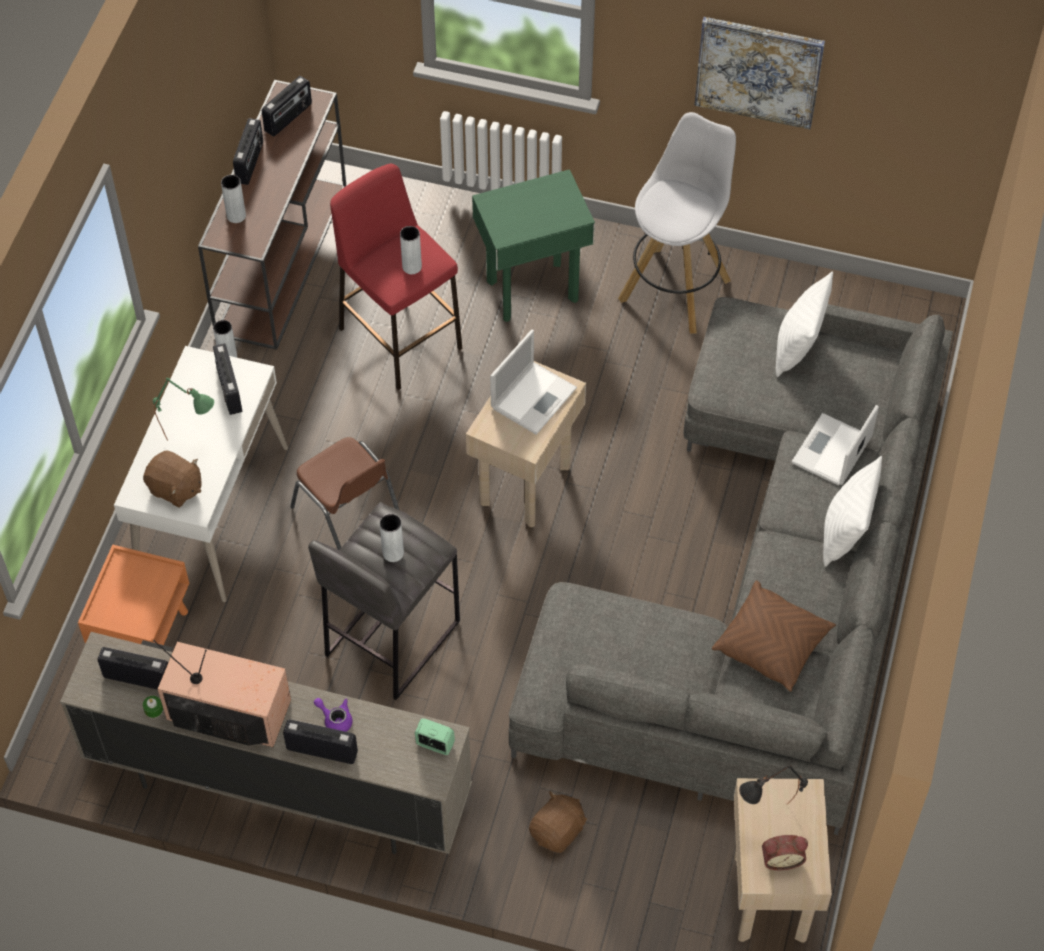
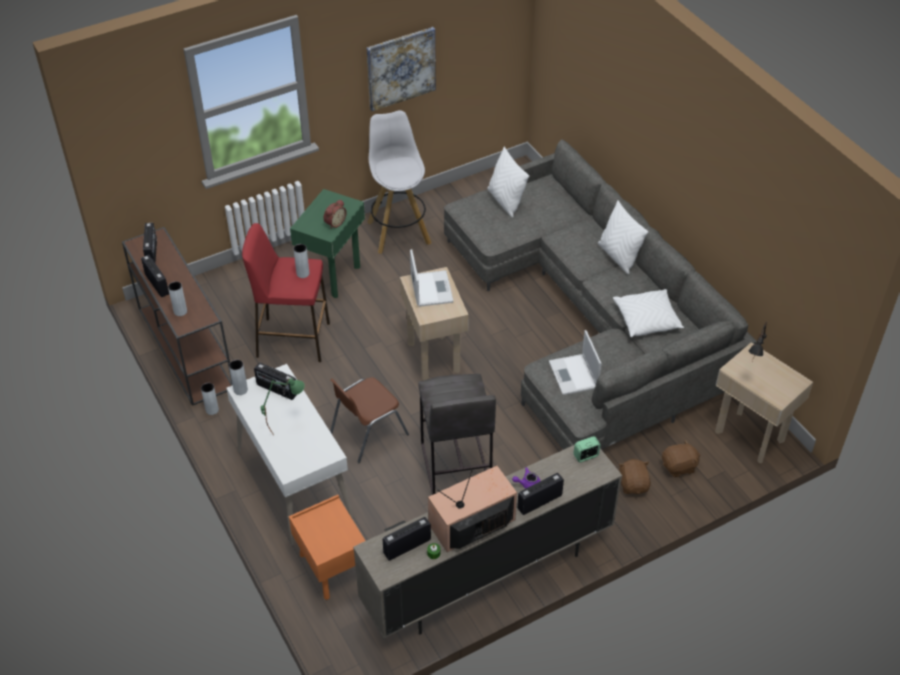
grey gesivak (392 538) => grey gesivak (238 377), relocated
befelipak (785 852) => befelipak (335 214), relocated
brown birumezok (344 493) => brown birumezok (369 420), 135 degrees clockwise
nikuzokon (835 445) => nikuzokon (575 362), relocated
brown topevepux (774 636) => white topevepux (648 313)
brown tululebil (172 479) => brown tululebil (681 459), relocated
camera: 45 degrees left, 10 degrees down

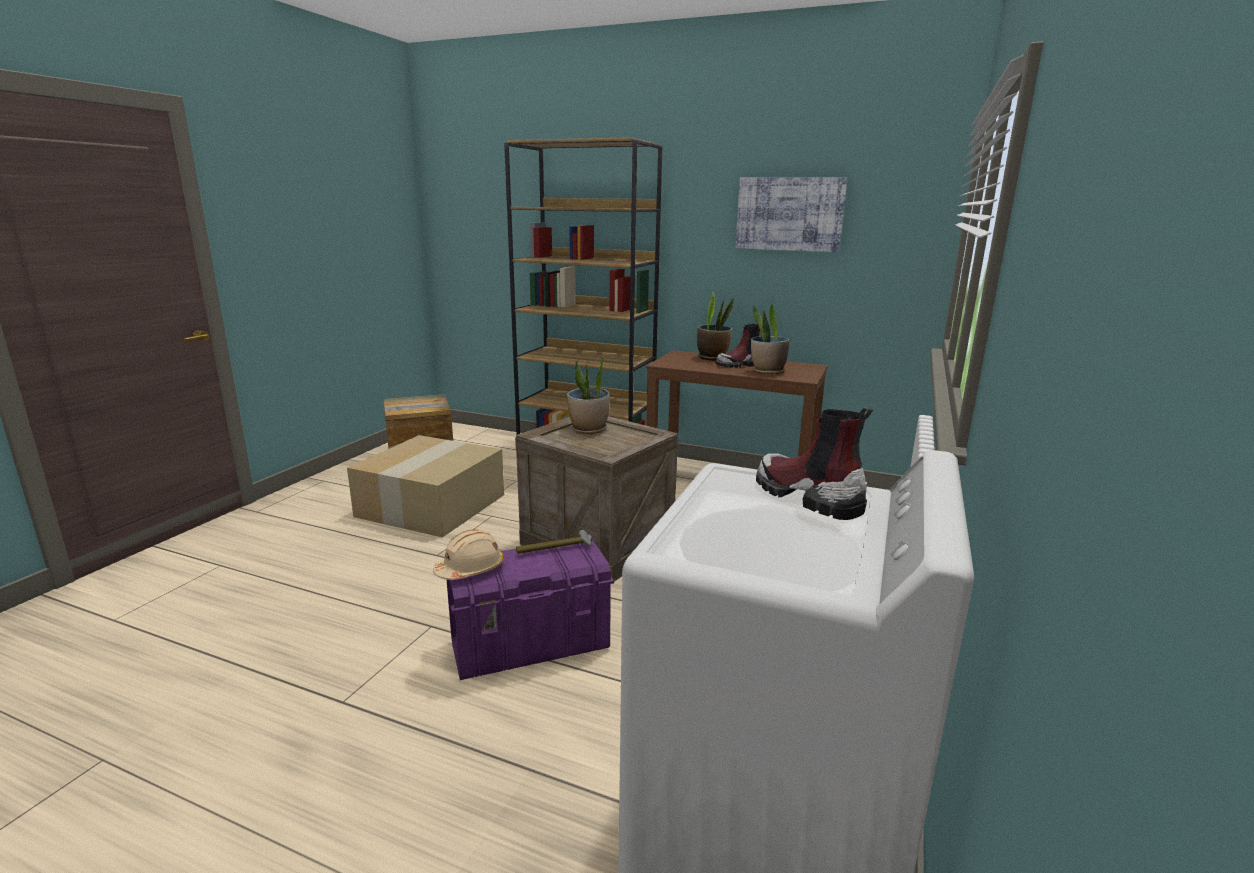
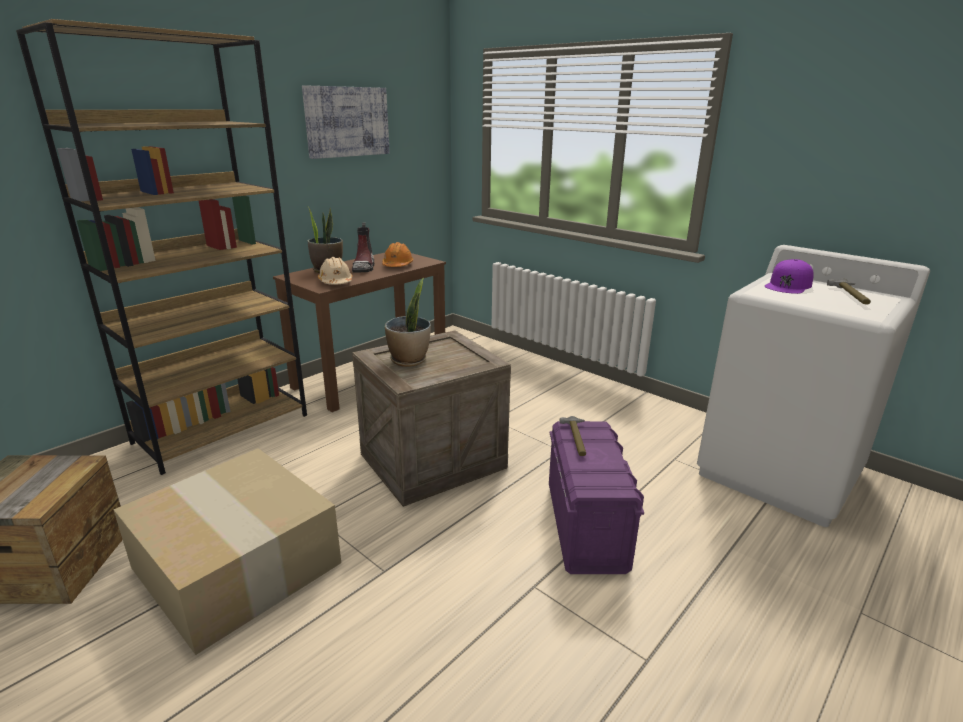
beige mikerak (468 555) => beige mikerak (335 271), relocated
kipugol (770 339) => orange mikerak (397 254)
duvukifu (814 463) => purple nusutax (789 276)
nothing => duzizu (849 291)
camera: 70 degrees left, 5 degrees up

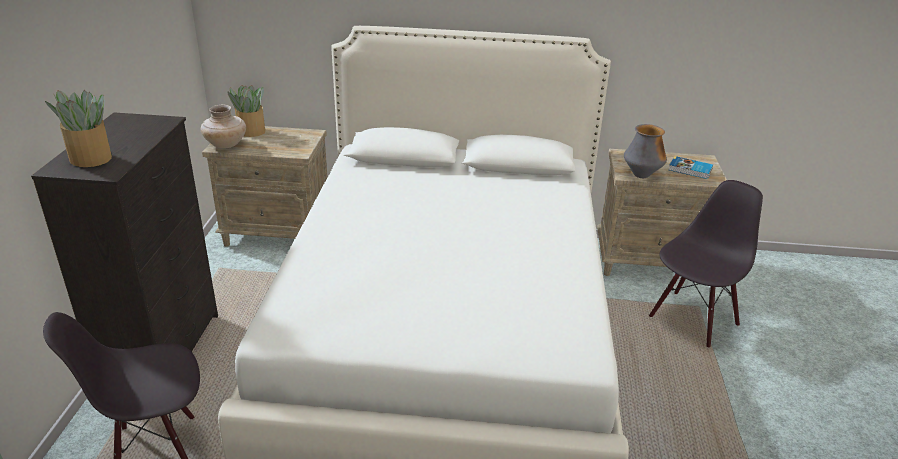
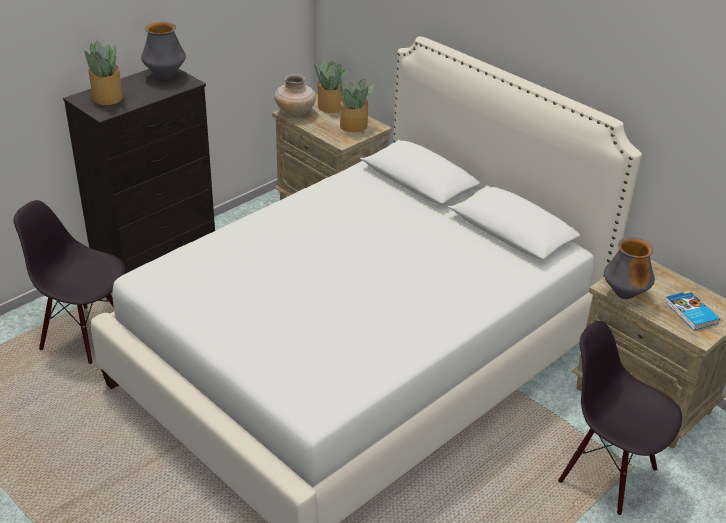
nothing => gesivak (163 51)
nothing => kipugol (357 105)
black birumezok (706 264) => black birumezok (620 418), 135 degrees counterclockwise
camera: 40 degrees right, 5 degrees up

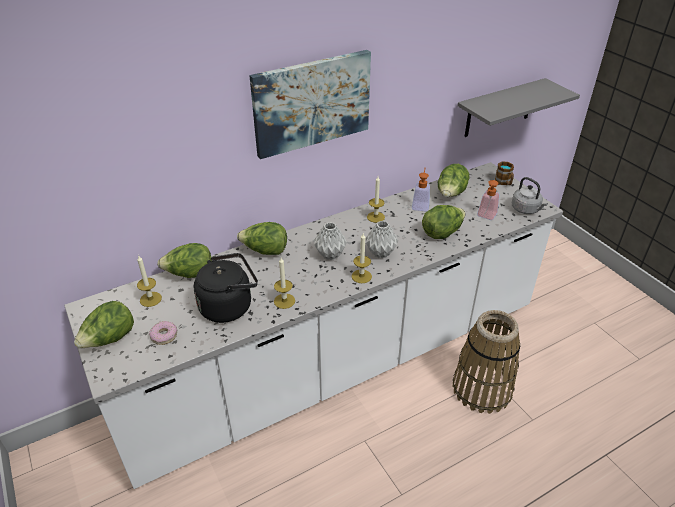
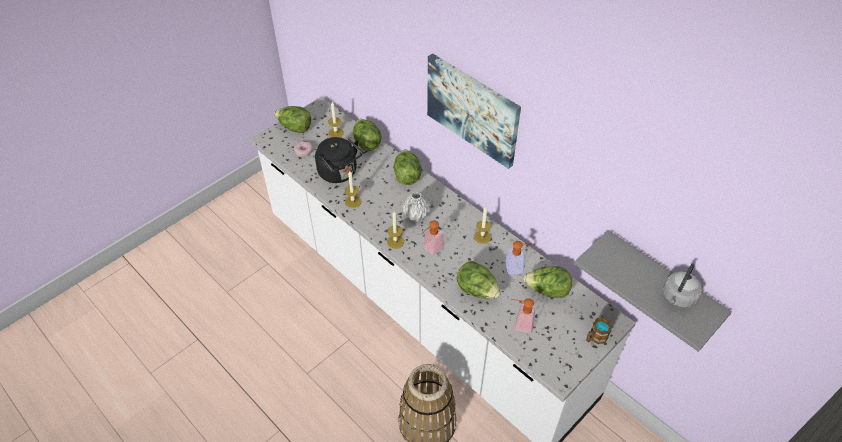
grey gesivak (382 239) => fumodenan (433 237)
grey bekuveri (530 195) => grey bekuveri (683 285), relocated
camera: 75 degrees right, 10 degrees up

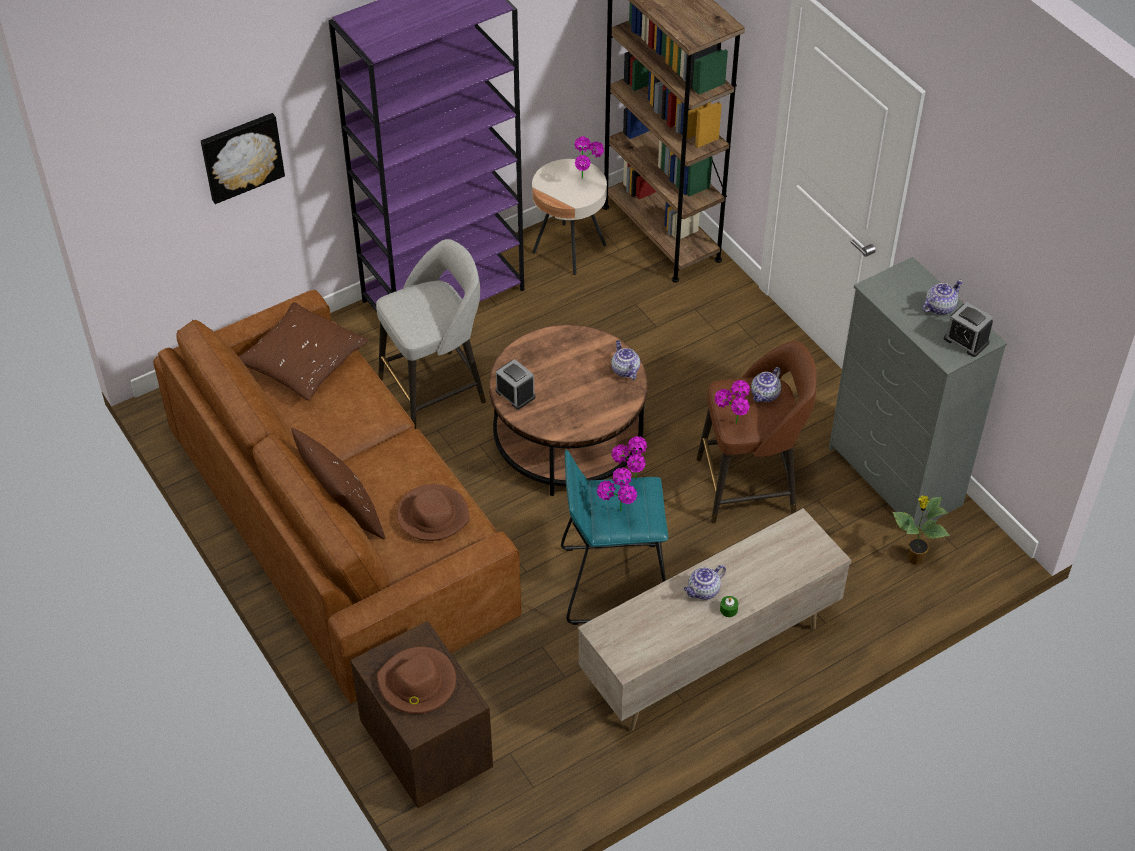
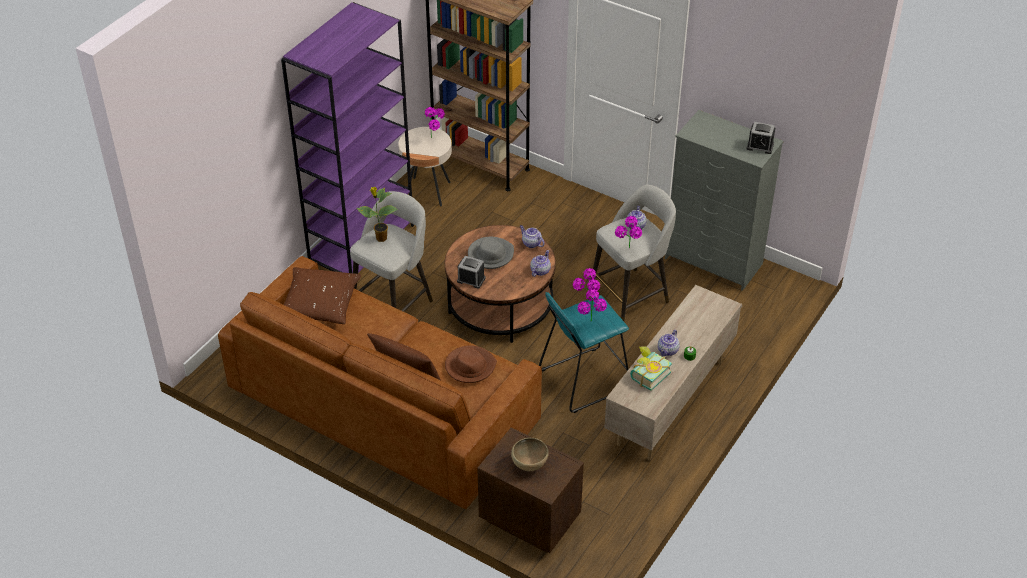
kipugol (921 530) => kipugol (377 214), relocated
nothing => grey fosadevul (491 253)
brown fosadevul (416 680) => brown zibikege (530 454)
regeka (942 297) => regeka (540 263), relocated
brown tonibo (756 432) => grey tonibo (633 253)
nothing => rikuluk (651 368)
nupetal (243 158) => nothing
camera: 25 degrees left, 5 degrees down

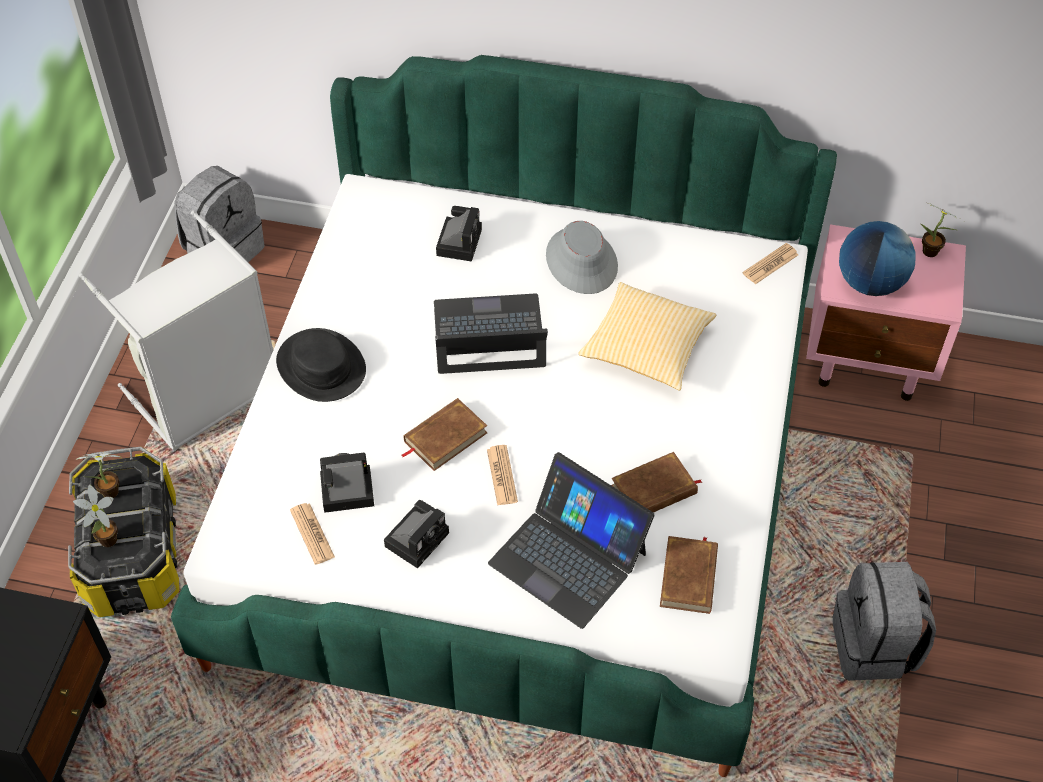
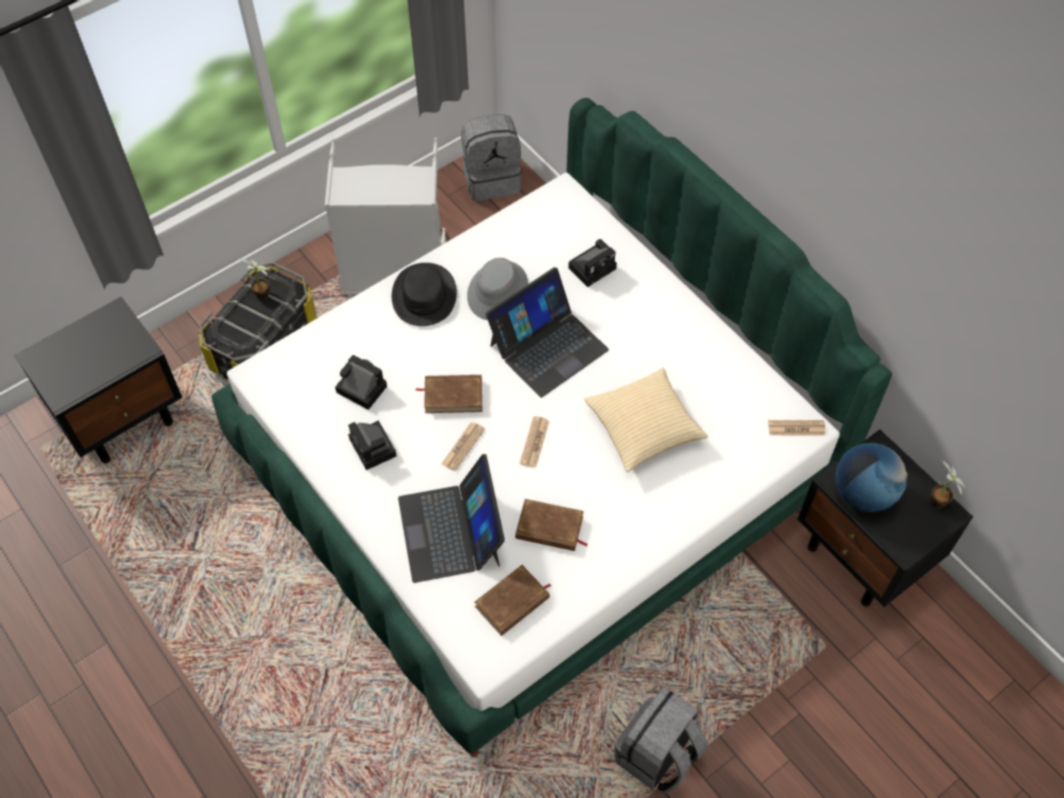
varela (416 534) => varela (372 445), 75 degrees clockwise
grey fosadevul (582 257) => grey fosadevul (497 289), relocated
nikuzokon (491 333) => nikuzokon (547 332), 105 degrees clockwise
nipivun (312 534) => nipivun (534 442), relocated
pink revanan (886 312) => black revanan (885 518)
kipugol (95 515) => nothing
camera: 40 degrees right, 5 degrees up

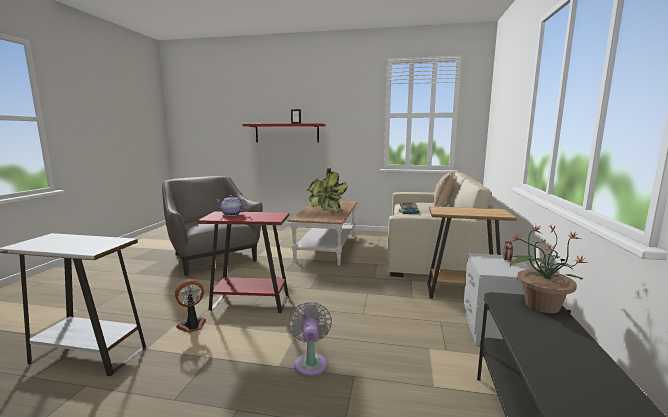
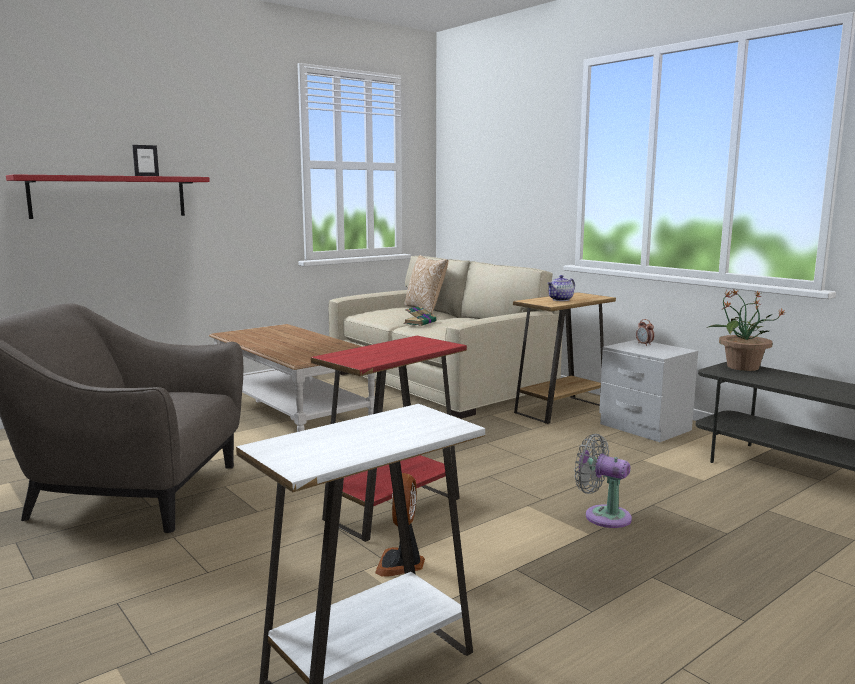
regeka (231 205) => regeka (561 288), relocated
kipugol (327 189) => nothing
camera: 50 degrees left, 0 degrees up

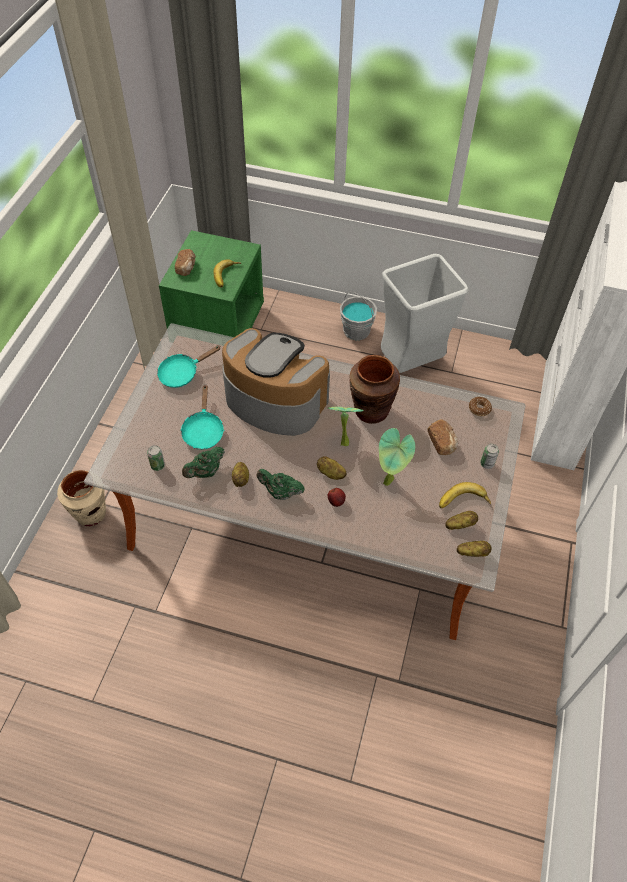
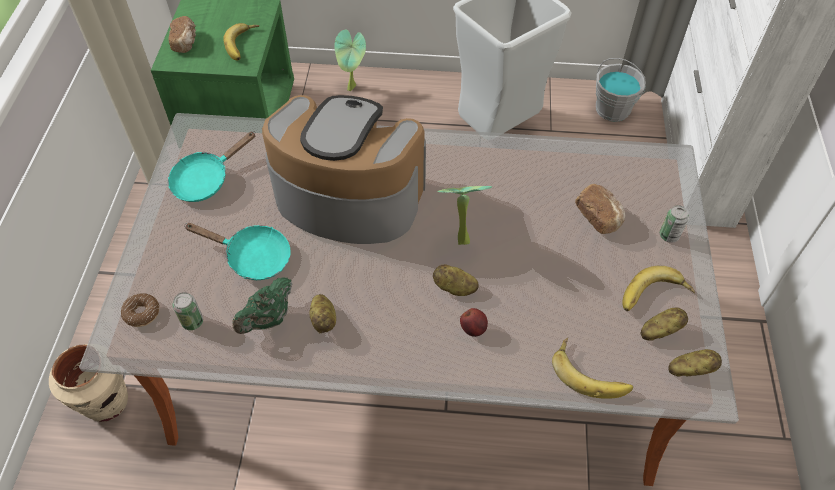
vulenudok (480 406) => vulenudok (140 310), relocated
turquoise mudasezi (202 417) => turquoise mudasezi (237 251), 60 degrees counterclockwise
kipugol (397 457) => kipugol (350 60), relocated
nothing => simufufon (592 368)
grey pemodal (358 316) => grey pemodal (621 90), relocated
green regeka (281 484) => nothing
brown gesivak (374 389) => nothing
camera: 10 degrees left, 0 degrees up

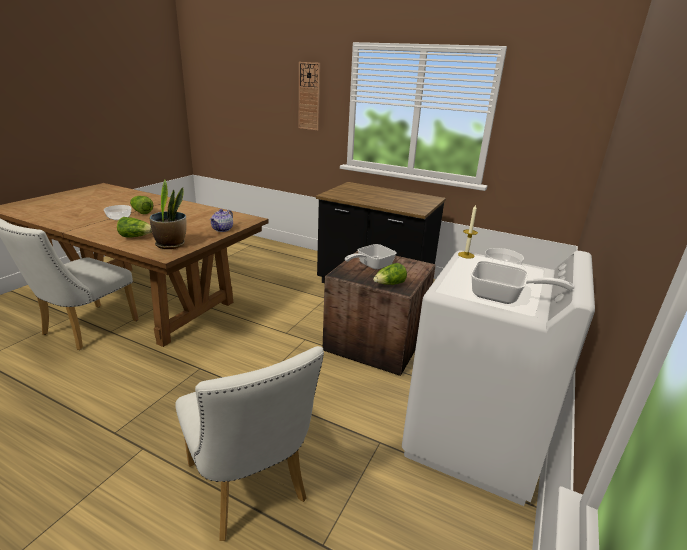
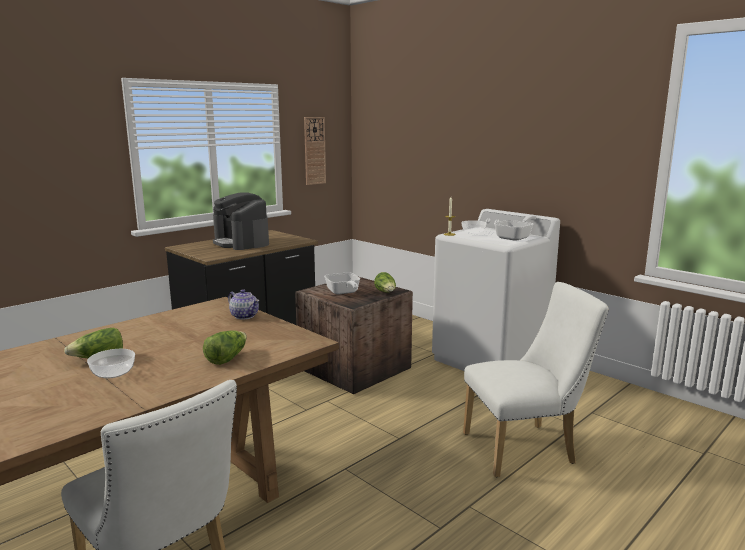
nothing => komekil (241 221)
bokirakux (309 96) => bokirakux (315 151), relocated
kipugol (168 214) => nothing
camera: 70 degrees left, 10 degrees down

